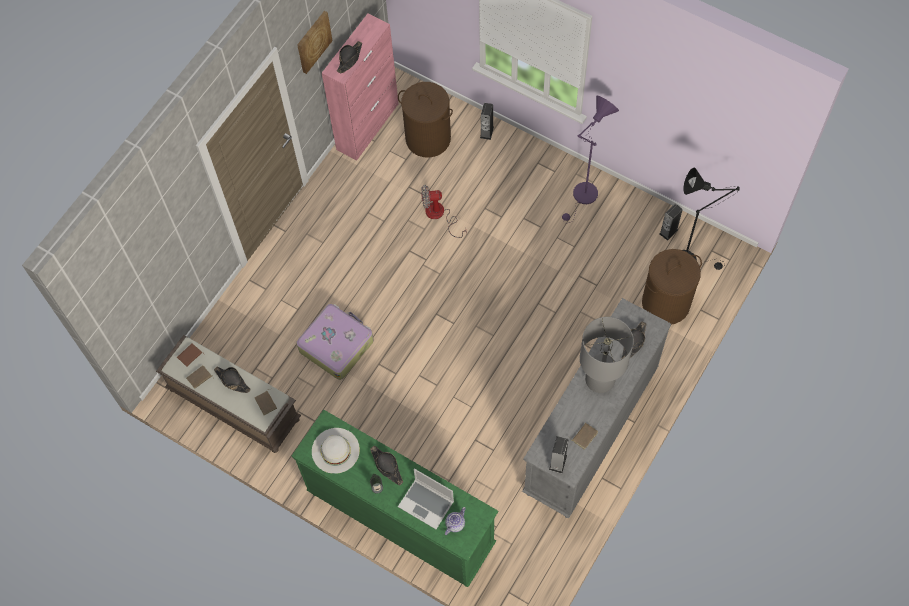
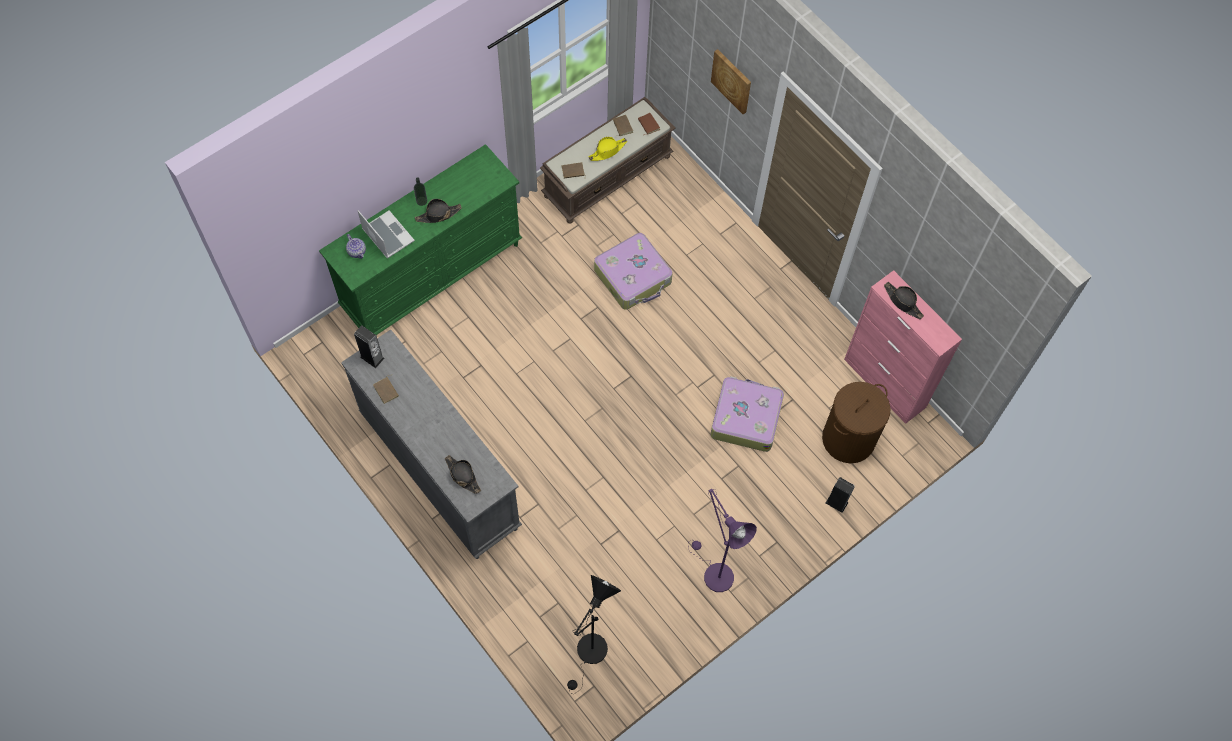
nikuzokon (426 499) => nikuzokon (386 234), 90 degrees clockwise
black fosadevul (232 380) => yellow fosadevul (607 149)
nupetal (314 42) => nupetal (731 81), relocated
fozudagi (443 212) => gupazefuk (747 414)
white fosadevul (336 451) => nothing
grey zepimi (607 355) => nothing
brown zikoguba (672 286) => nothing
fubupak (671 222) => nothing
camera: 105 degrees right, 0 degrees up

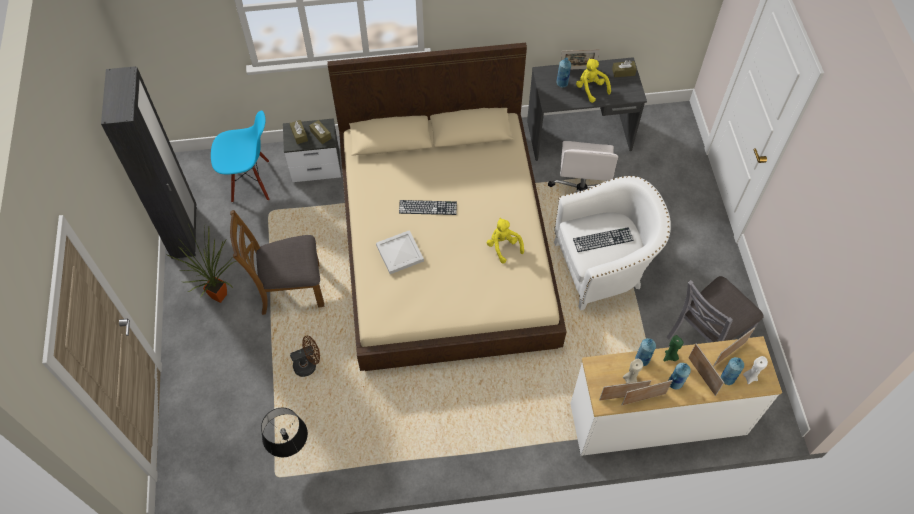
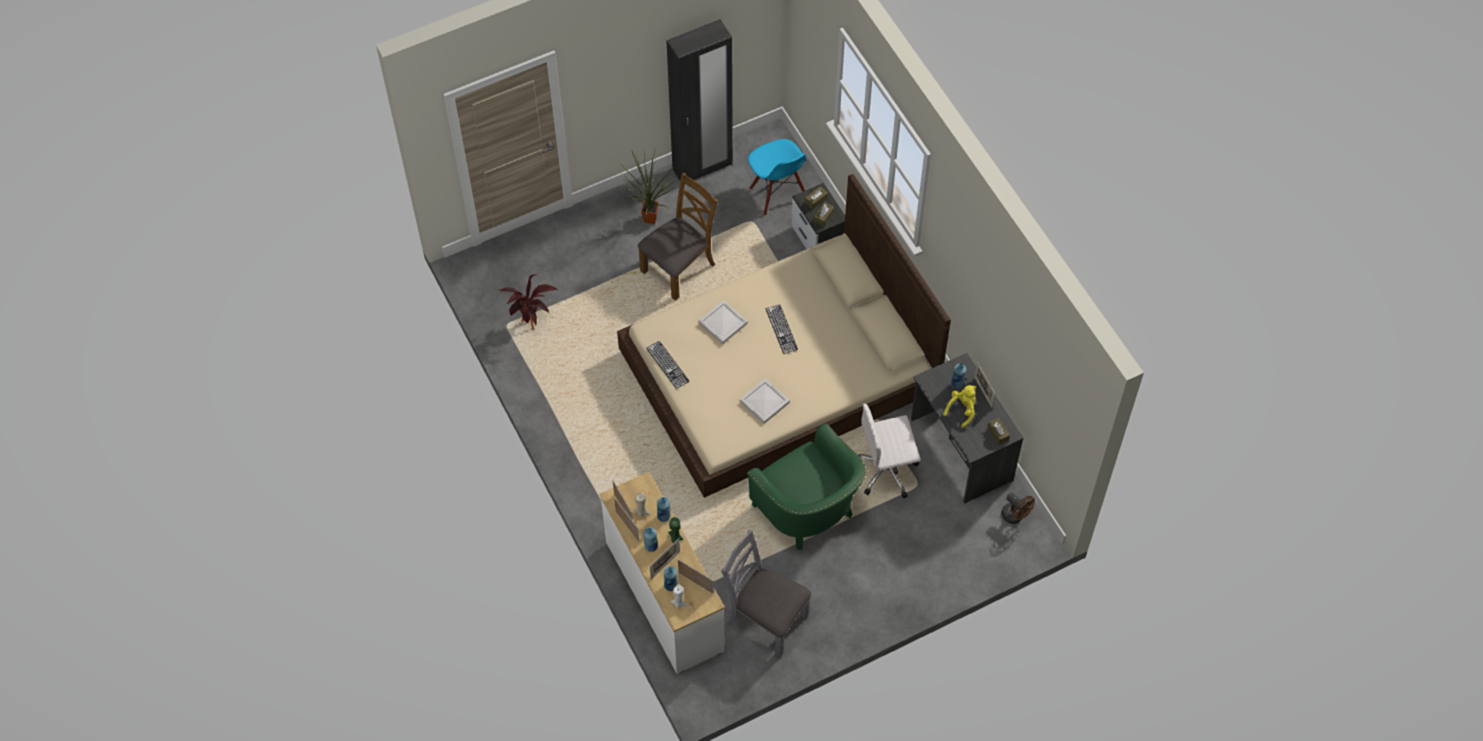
black zepimi (284 432) => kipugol (528 302)
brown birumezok (277 262) => brown birumezok (678 237), 75 degrees clockwise
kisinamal (603 239) => kisinamal (667 365), relocated
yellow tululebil (505 240) => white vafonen (764 401)
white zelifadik (612 243) => green zelifadik (806 486)
brown fozudagi (305 356) => brown fozudagi (1018 508), relocated
camera: 70 degrees right, 0 degrees up

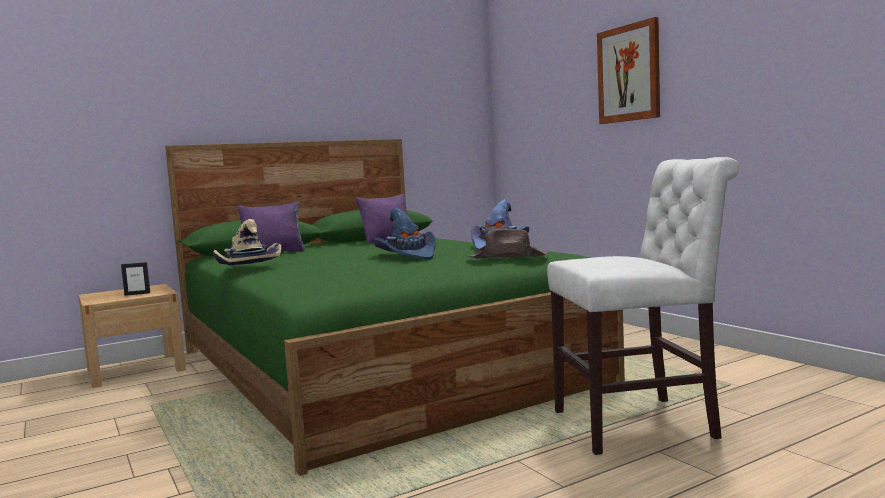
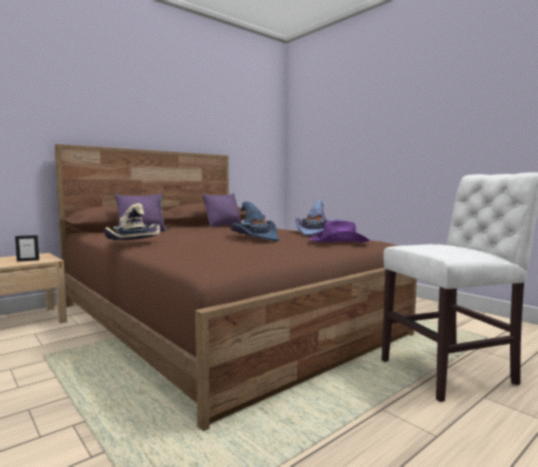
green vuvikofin (395 307) => brown vuvikofin (236 287)
brown fosadevul (508 244) => purple fosadevul (339 231)
nupetal (628 70) => nothing
camera: 10 degrees left, 0 degrees up

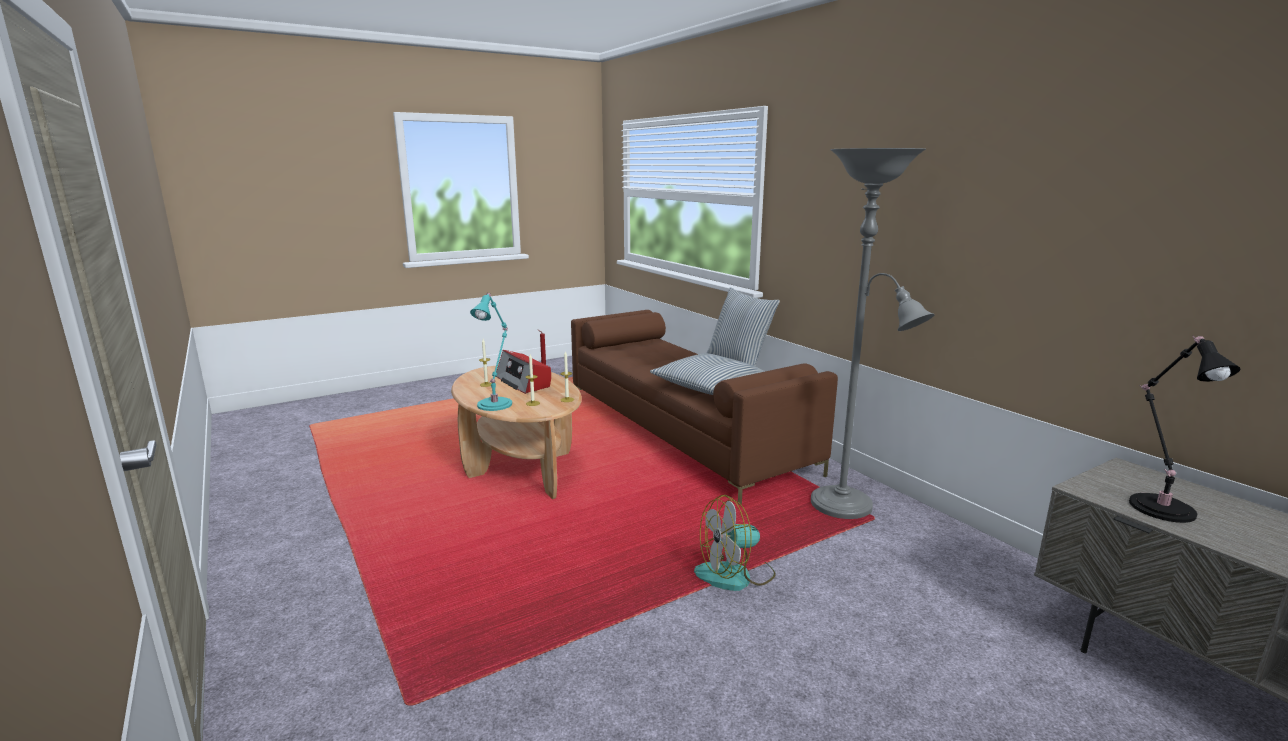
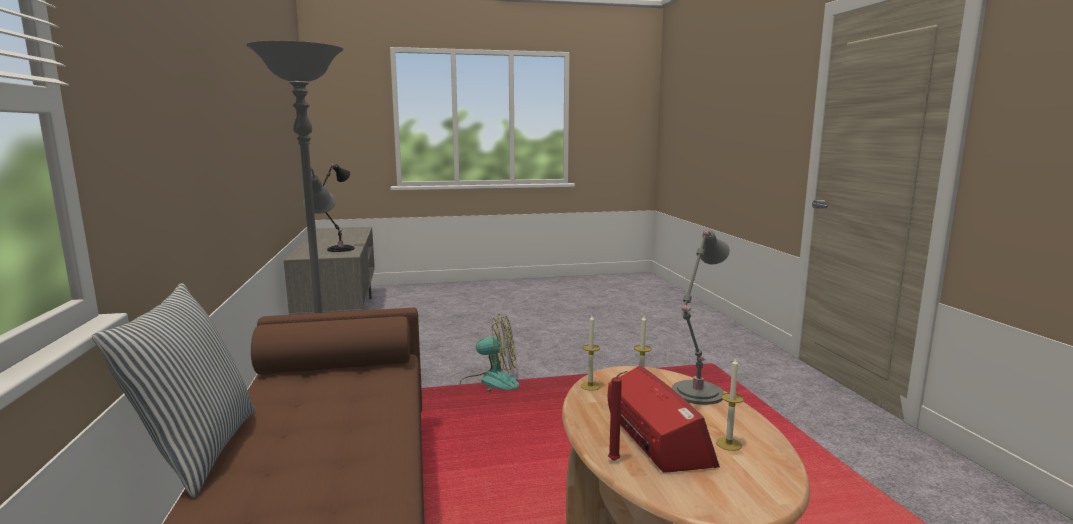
turquoise zepimi (491 352) => grey zepimi (701 317)
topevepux (707 374) => nothing
camera: 160 degrees left, 5 degrees down

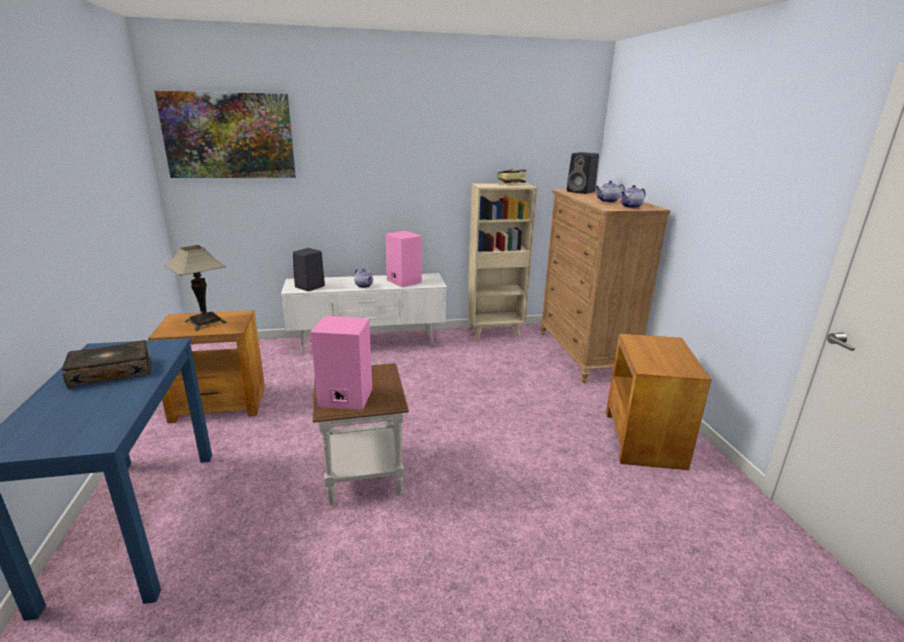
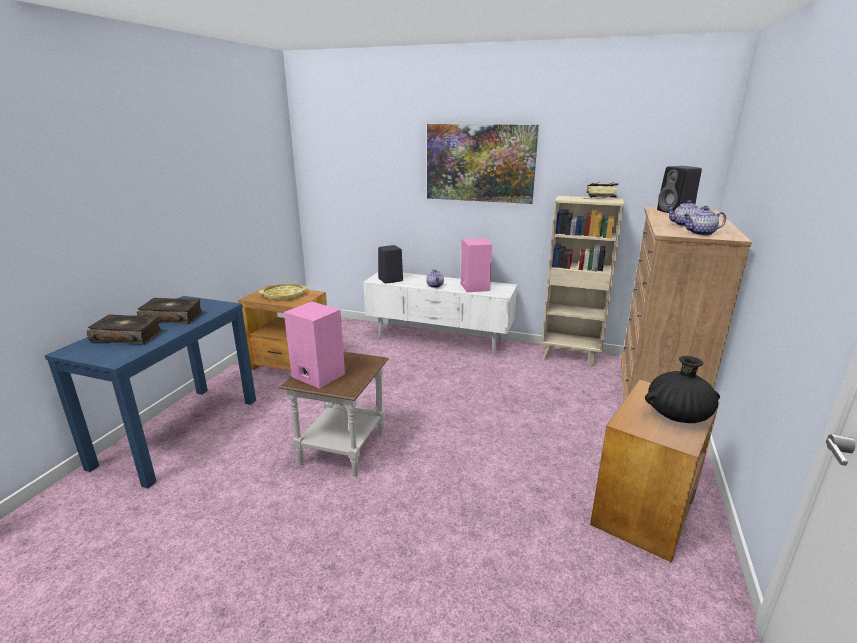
nothing => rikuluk (125 330)
zepimi (196 288) => yellow vafonen (283 291)
nupetal (225 134) => nupetal (483 164), relocated
nothing => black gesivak (682 389)
camera: 30 degrees right, 0 degrees up

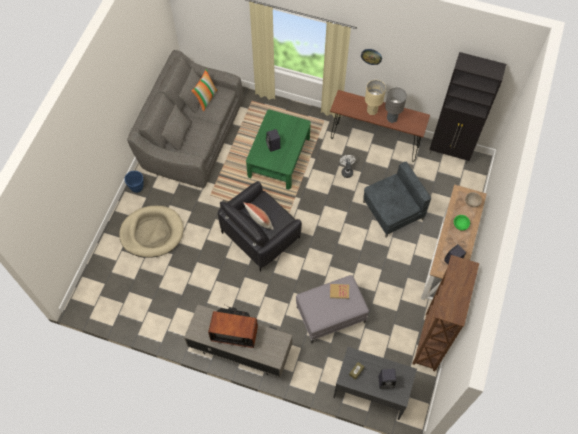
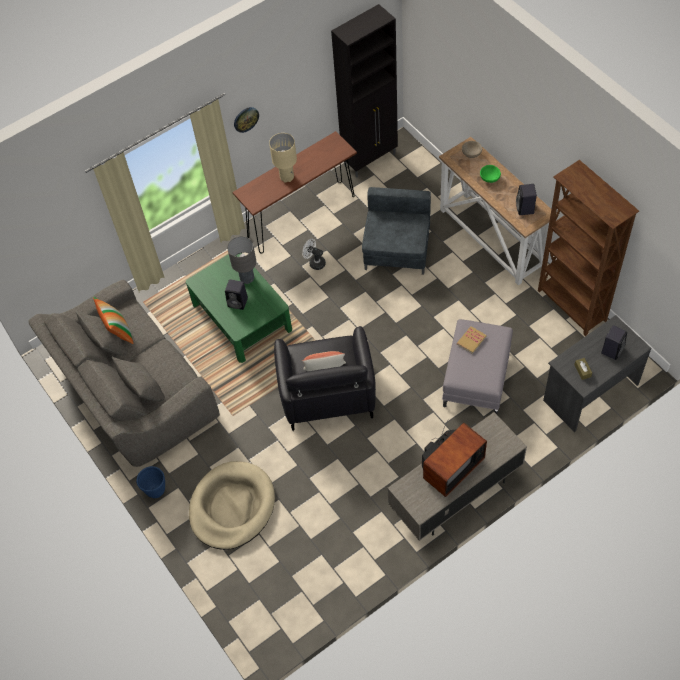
grey zepimi (396 105) => grey zepimi (241 260), relocated
camera: 50 degrees left, 5 degrees down

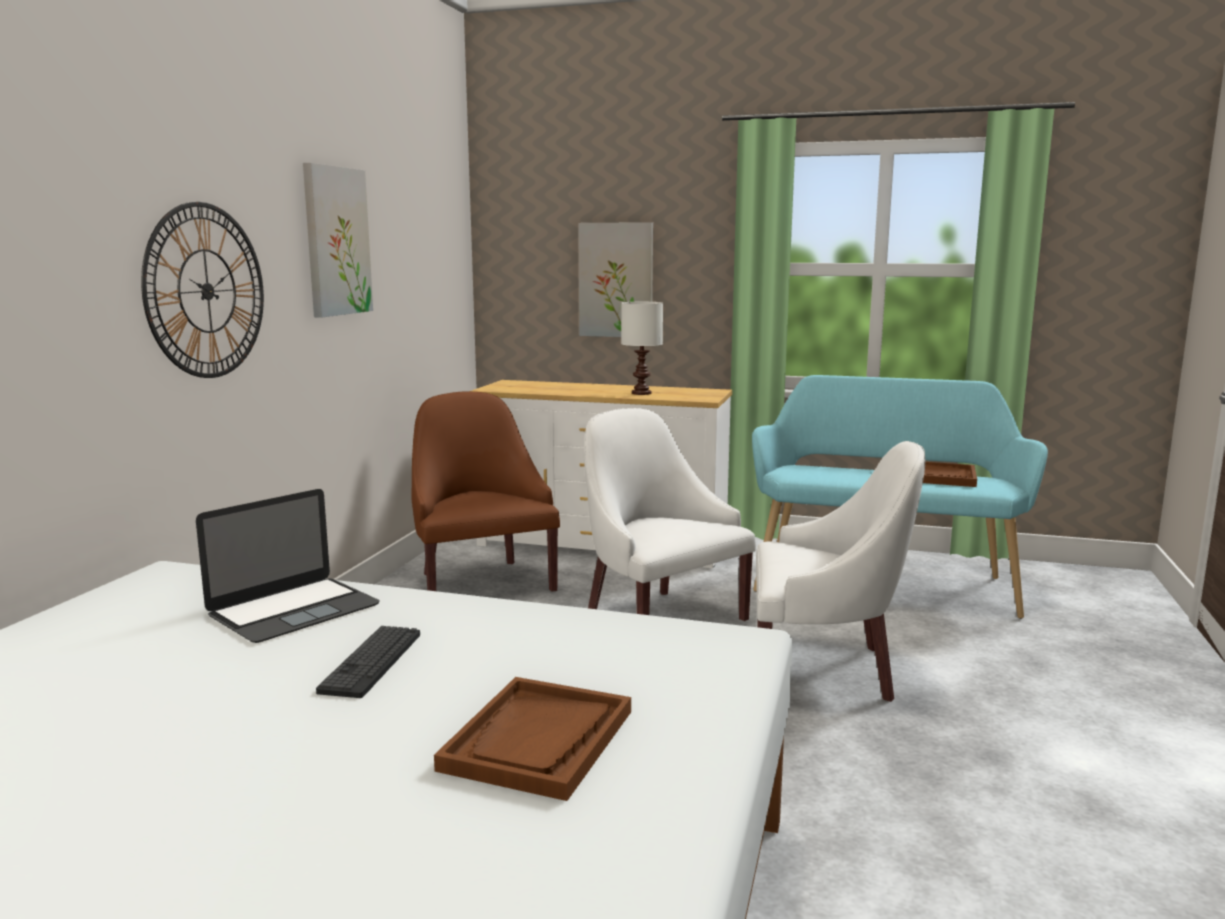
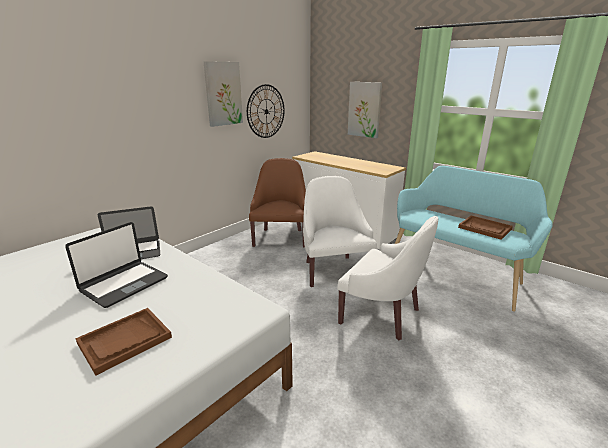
kisinamal (368 662) => nikuzokon (116 265)
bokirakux (202 290) => bokirakux (265 111), relocated
white zepimi (642 348) => nothing
camera: 25 degrees right, 10 degrees up

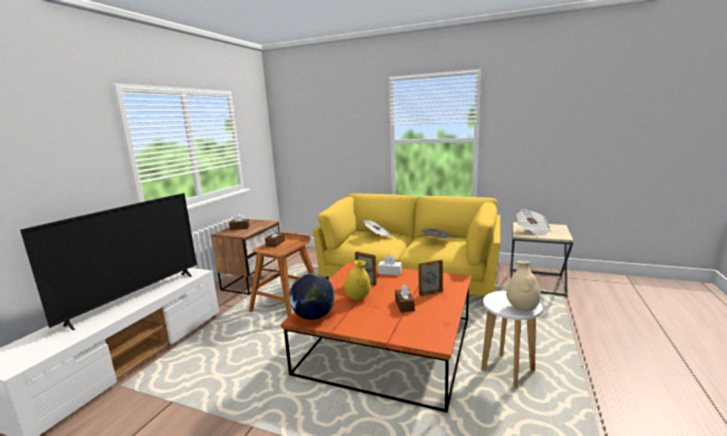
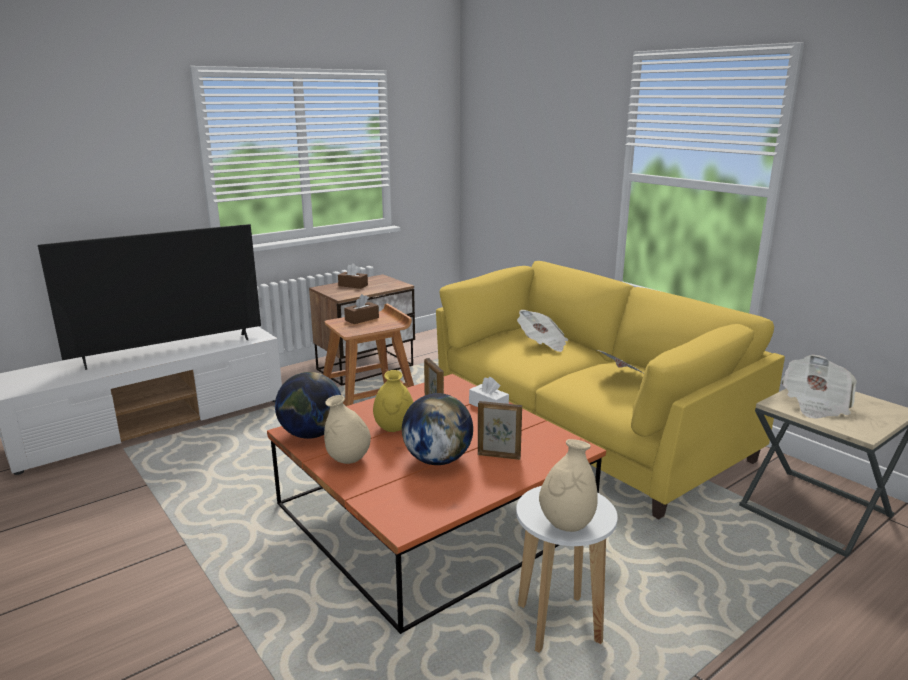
nothing => beige gesivak (347 429)
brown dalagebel (405 298) => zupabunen (437 429)
camera: 30 degrees right, 5 degrees up

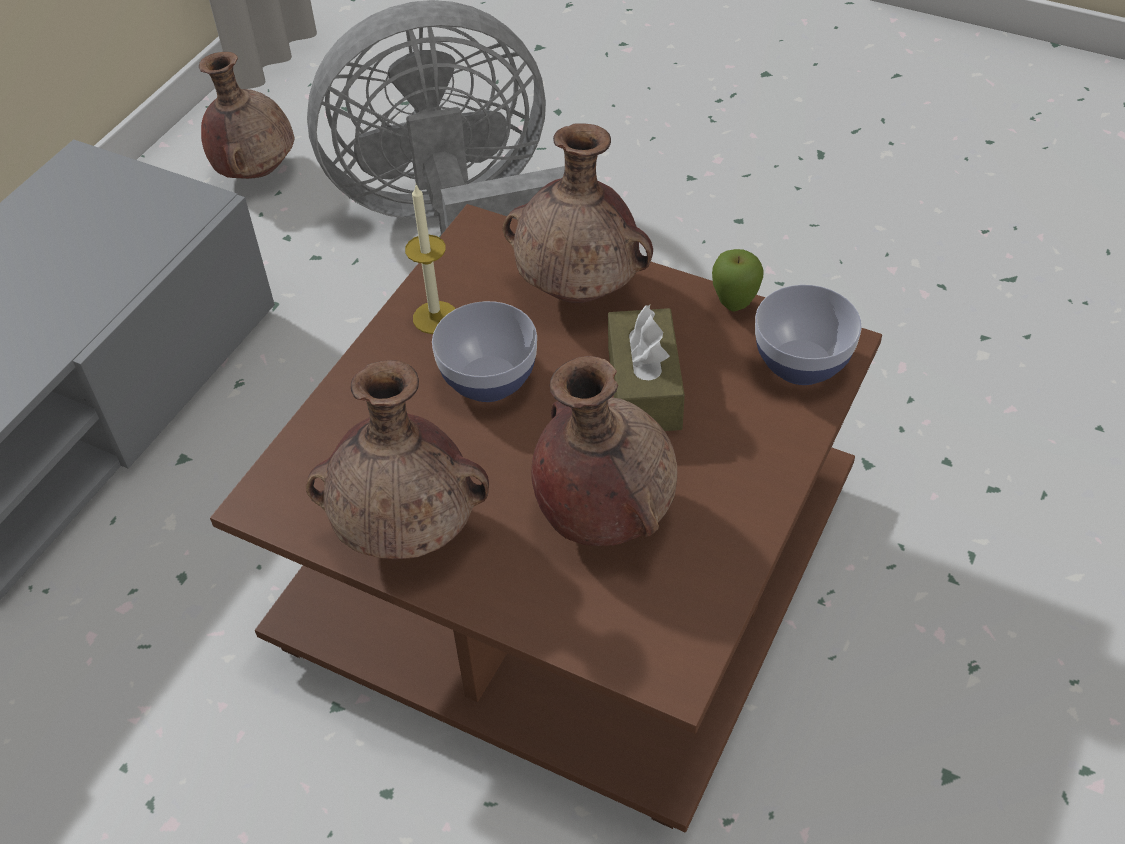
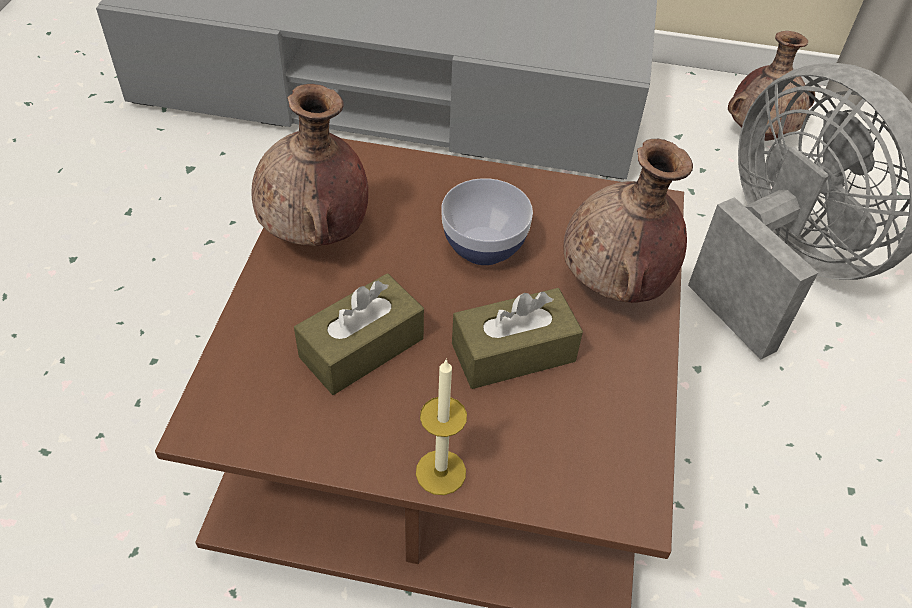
brown gesivak (604 451) => brown dalagebel (359 334)
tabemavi (430 259) => tabemavi (441 427), relocated
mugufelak (738 280) => nothing
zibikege (808 334) => nothing
camera: 70 degrees right, 0 degrees up

